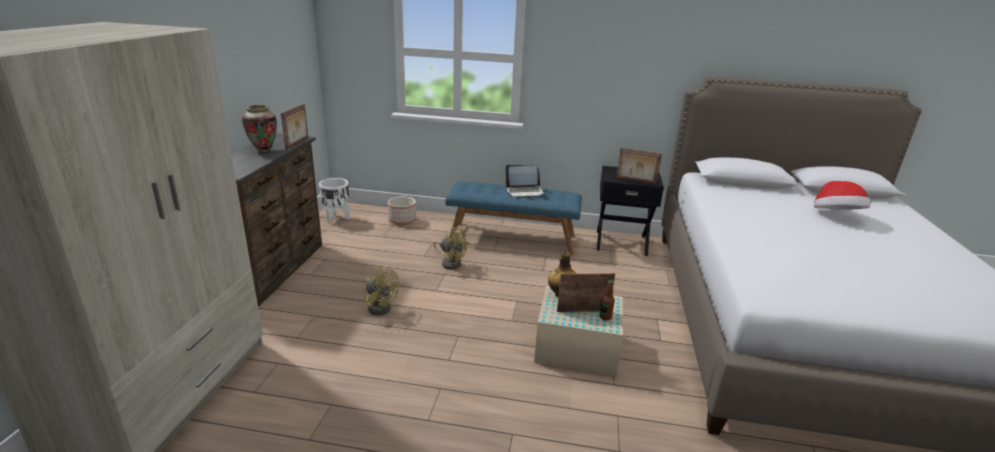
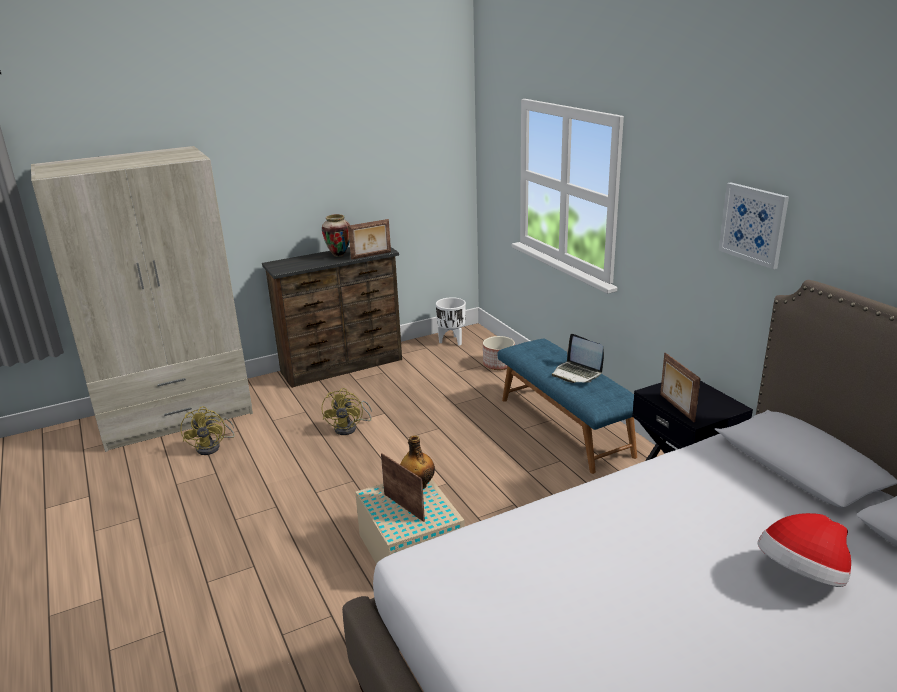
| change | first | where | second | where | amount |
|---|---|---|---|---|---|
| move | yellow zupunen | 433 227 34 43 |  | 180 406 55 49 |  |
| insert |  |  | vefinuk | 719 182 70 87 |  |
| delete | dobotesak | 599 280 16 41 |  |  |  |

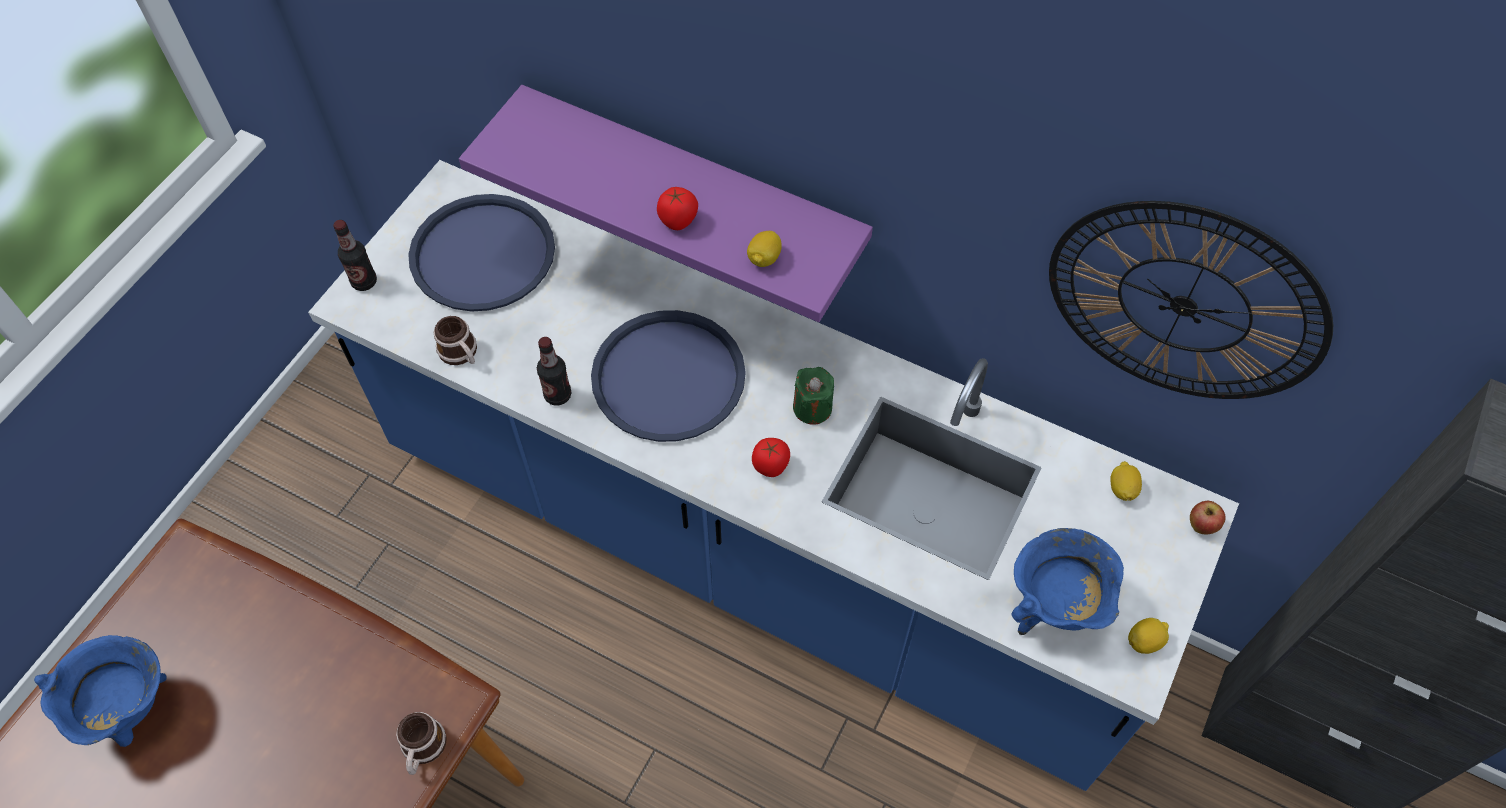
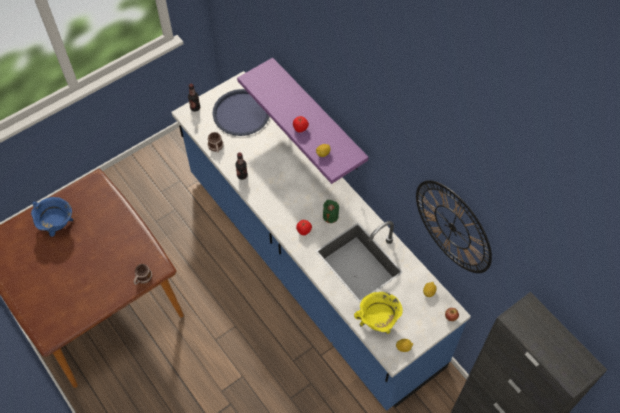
| change | first | where | second | where | amount |
|---|---|---|---|---|---|
| recolor | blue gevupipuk | 1011 528 113 107 | yellow gevupipuk | 354 292 49 42 |  |
| delete | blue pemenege | 591 310 155 132 |  |  |  |

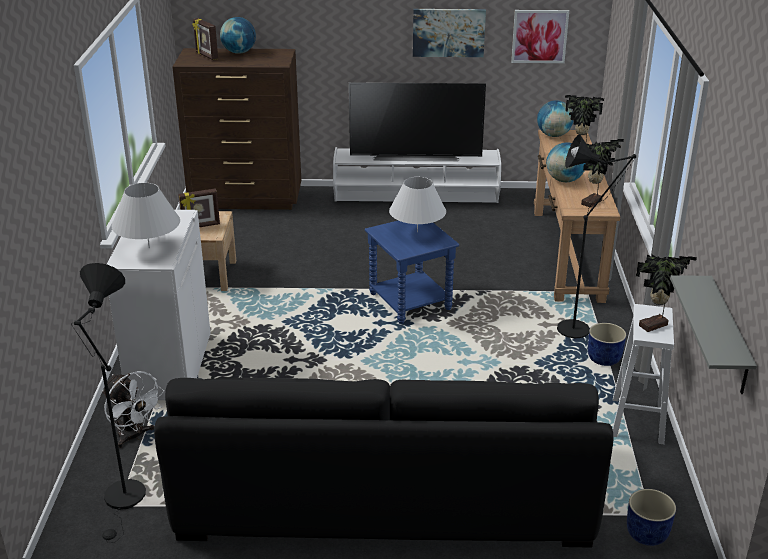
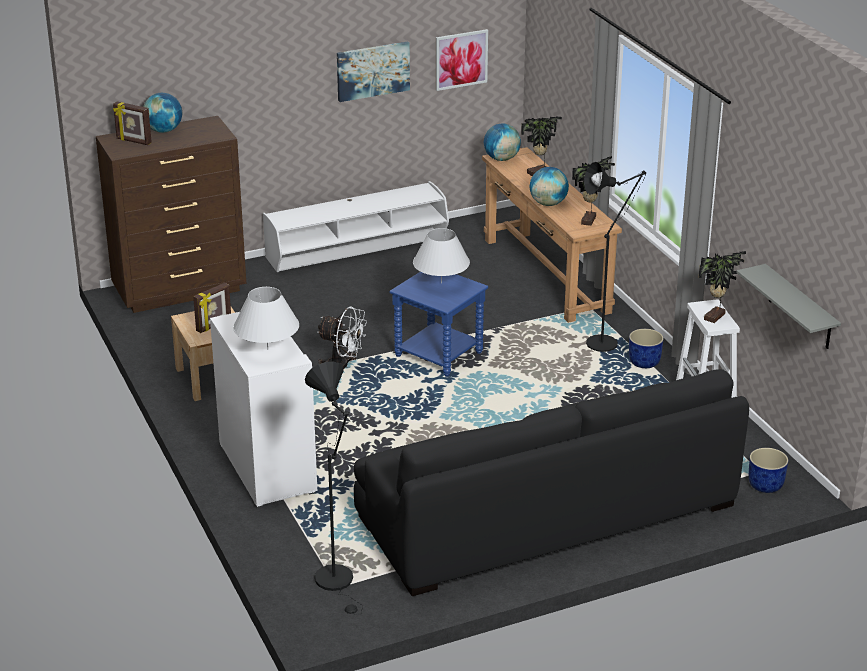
| change | first | where | second | where | amount |
|---|---|---|---|---|---|
| move | white zupunen | 102 371 62 77 |  | 317 307 50 62 |  |
| delete | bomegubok | 349 82 137 80 |  |  |  |

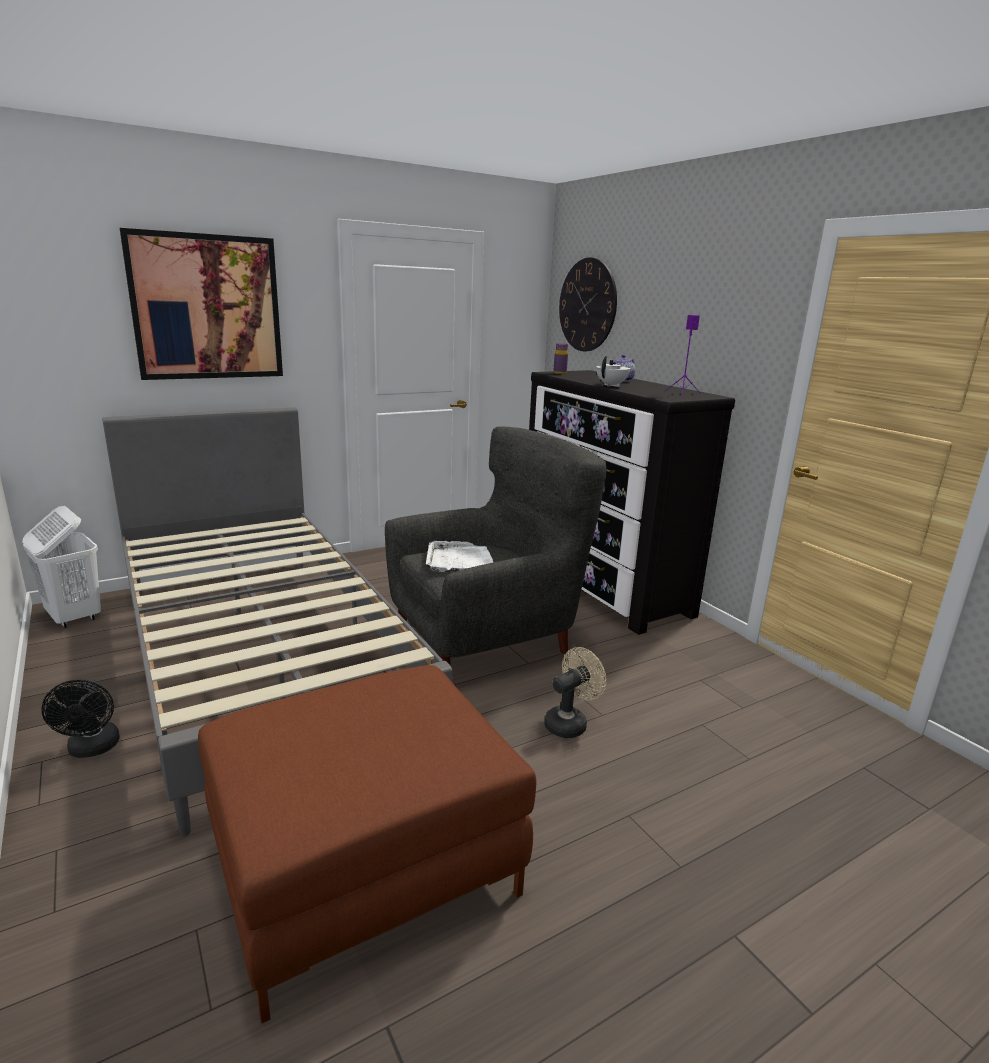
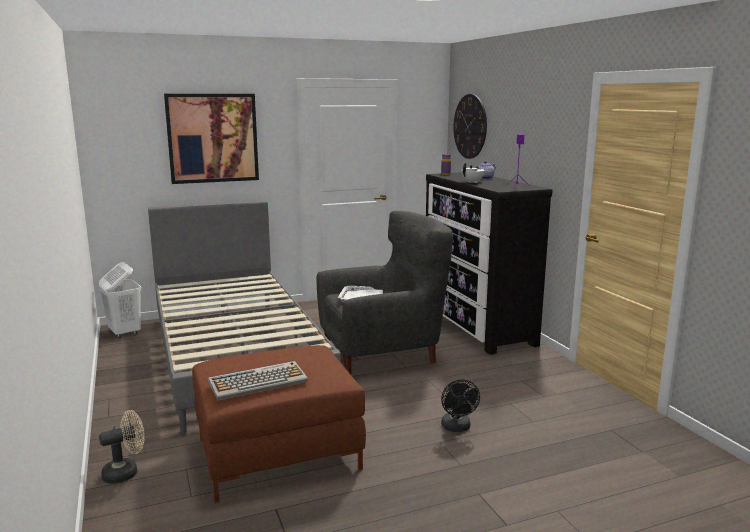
| change | first | where | second | where | amount |
|---|---|---|---|---|---|
| move | beige zupunen | 544 647 62 91 |  | 99 410 46 74 |  |
| insert |  |  | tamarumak | 208 361 100 40 |  |
| move | black zupunen | 41 678 79 80 |  | 441 379 39 53 |  |

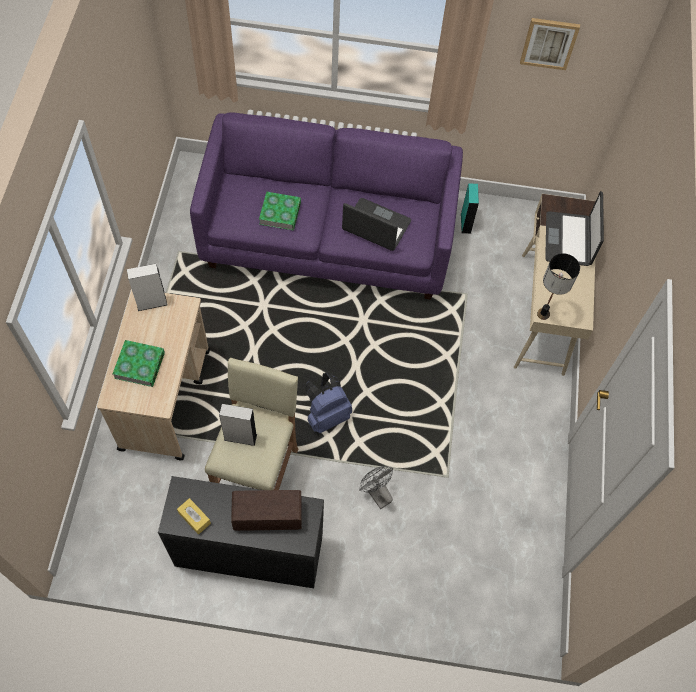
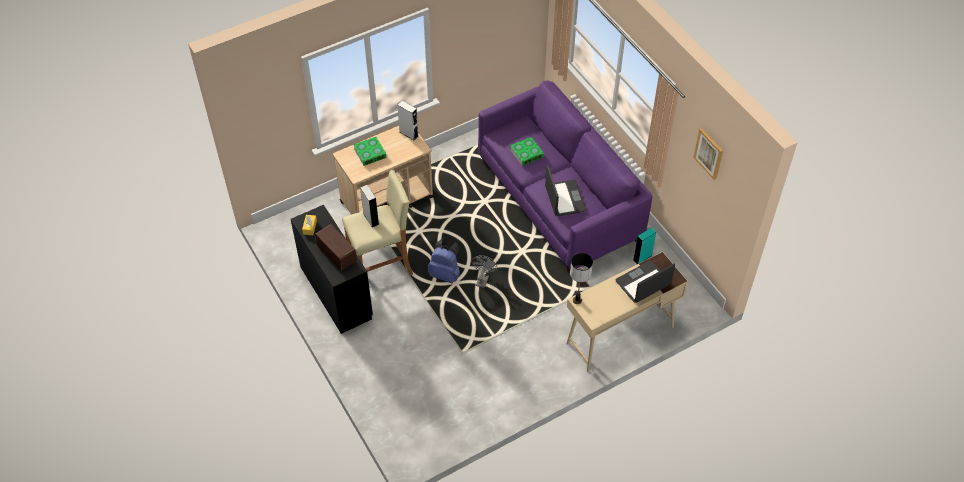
| change | first | where | second | where | amount |
|---|---|---|---|---|---|
| move | grey zupunen | 359 466 34 43 |  | 471 255 26 33 |  |

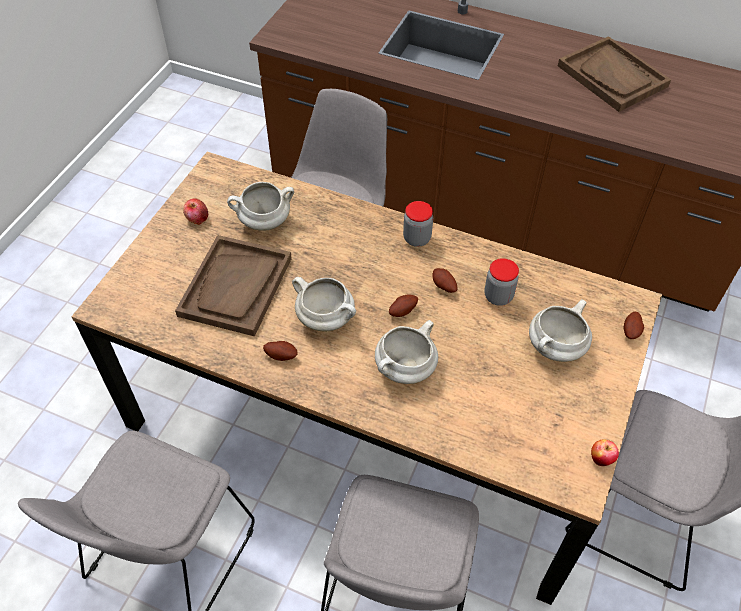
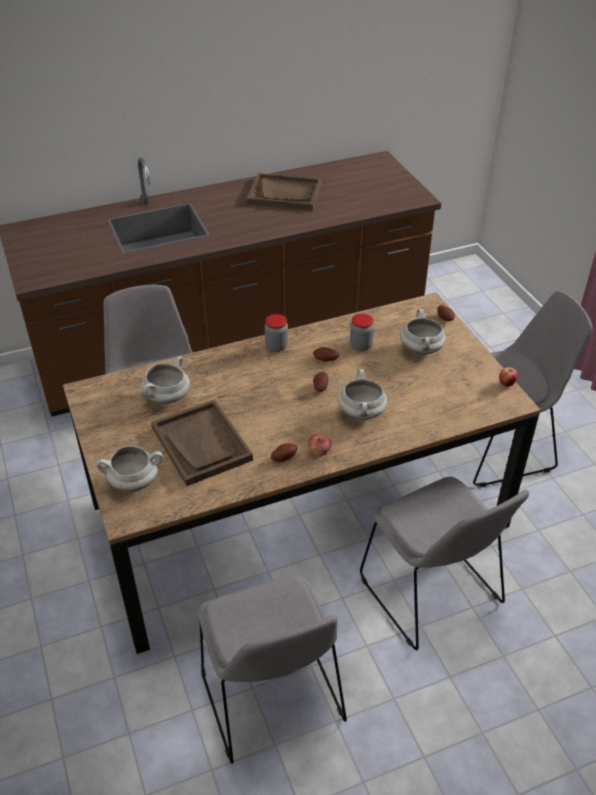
| change | first | where | second | where | amount |
|---|---|---|---|---|---|
| move | white gevupipuk | 292 277 64 54 |  | 96 446 67 46 |  |
| move | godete | 183 198 25 27 |  | 308 433 23 23 |  |

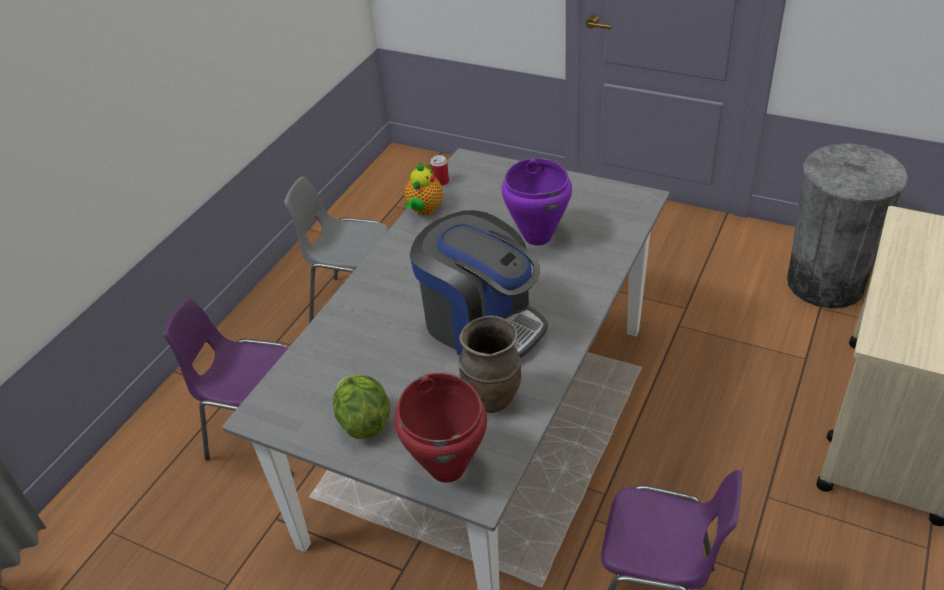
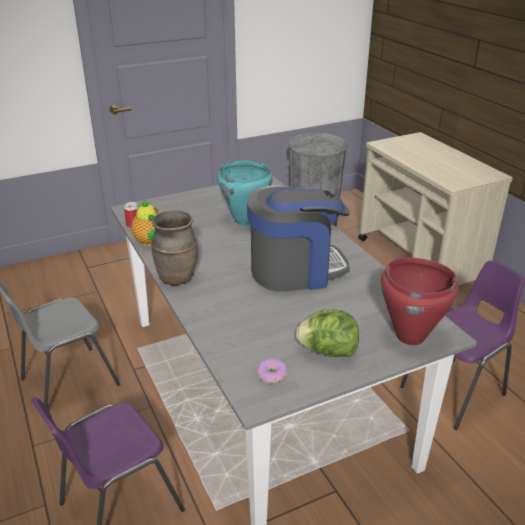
| change | first | where | second | where | amount |
|---|---|---|---|---|---|
| move | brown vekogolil | 458 315 63 98 |  | 150 210 48 76 |  |
| recolor | purple gevupipuk | 502 158 70 87 | turquoise gevupipuk | 217 160 56 66 |  |
| insert |  |  | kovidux | 257 358 31 25 |  |

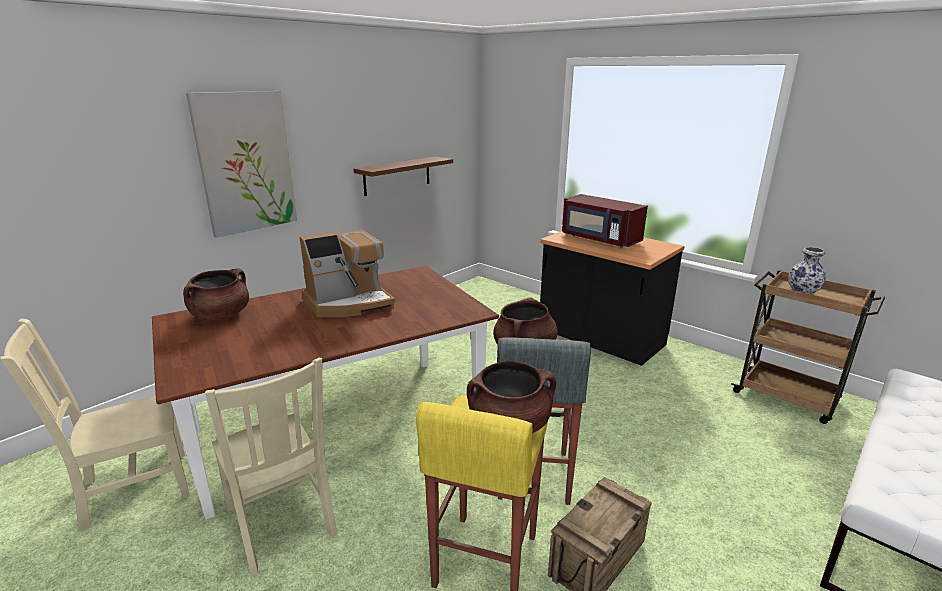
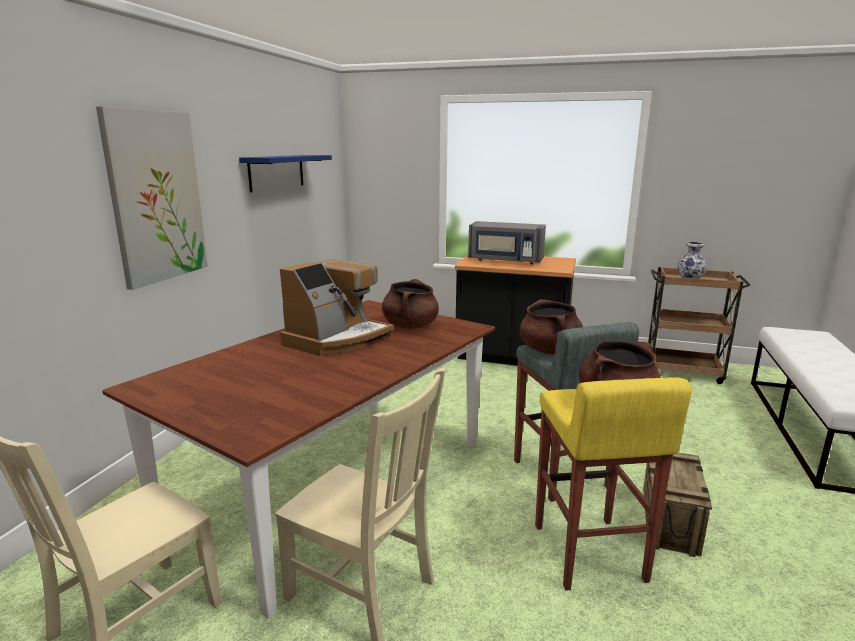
| change | first | where | second | where | amount |
|---|---|---|---|---|---|
| insert |  |  | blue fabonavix | 239 155 93 37 |  |
| move | brown gevupipuk | 183 269 66 52 |  | 382 279 57 50 |  |
| recolor | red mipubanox | 562 194 86 54 | grey mipubanox | 468 221 78 43 |  |
| delete | brown fabonavix | 353 156 100 40 |  |  |  |

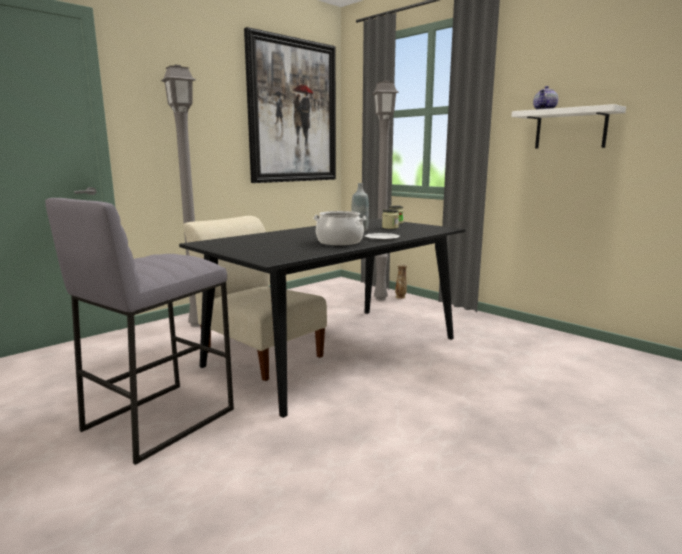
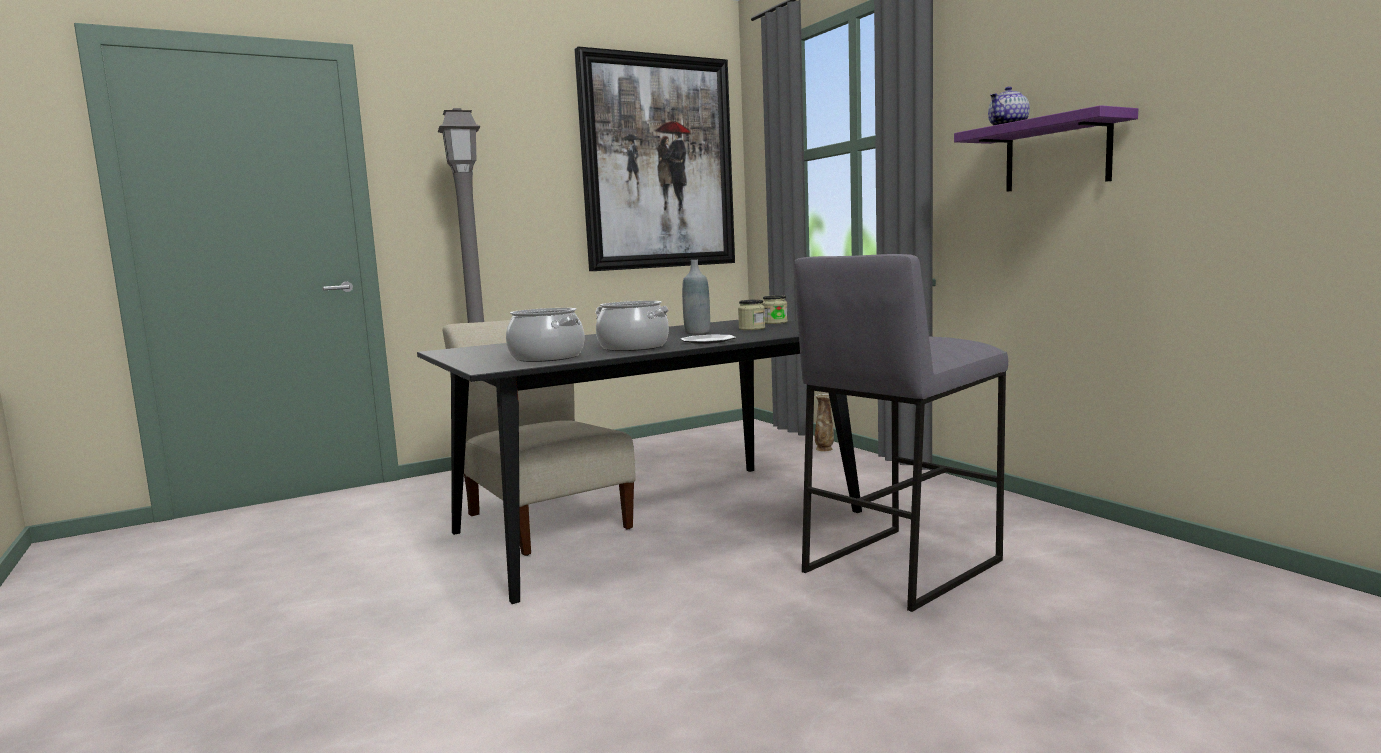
| change | first | where | second | where | amount |
|---|---|---|---|---|---|
| insert |  |  | gevupipuk | 506 308 79 54 |  |
| move | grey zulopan | 45 198 189 267 |  | 794 254 214 358 |  |
| recolor | white fabonavix | 511 104 115 44 | purple fabonavix | 954 105 184 87 |  |
| delete | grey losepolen | 371 81 27 219 |  |  |  |

